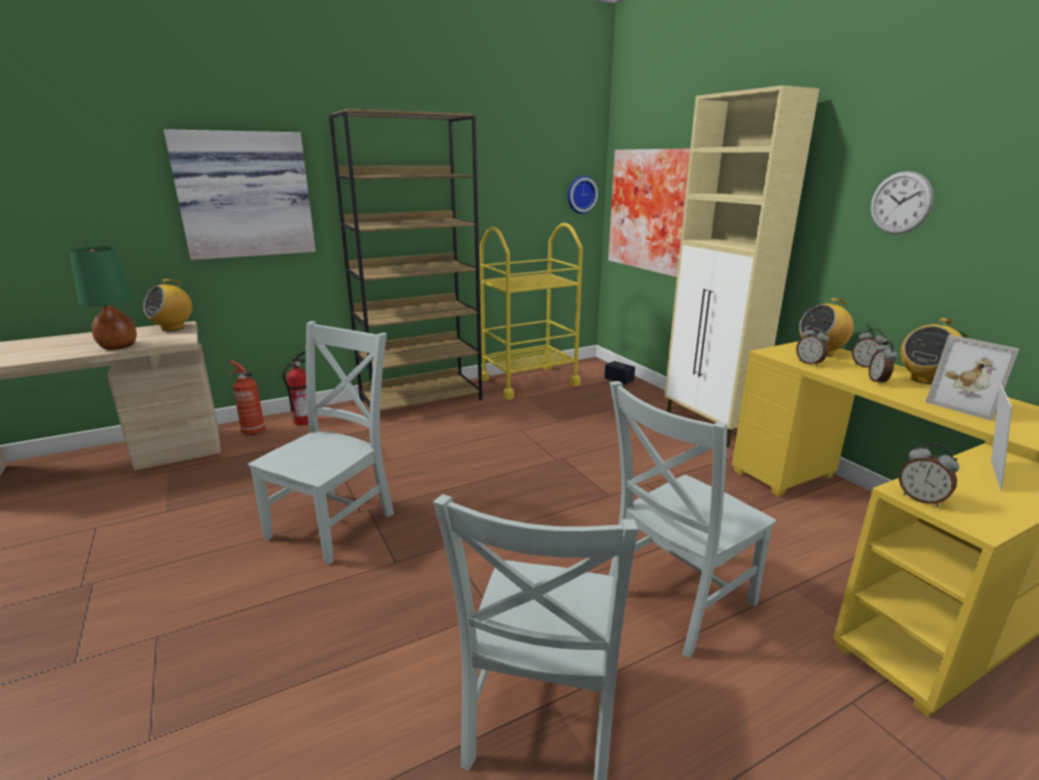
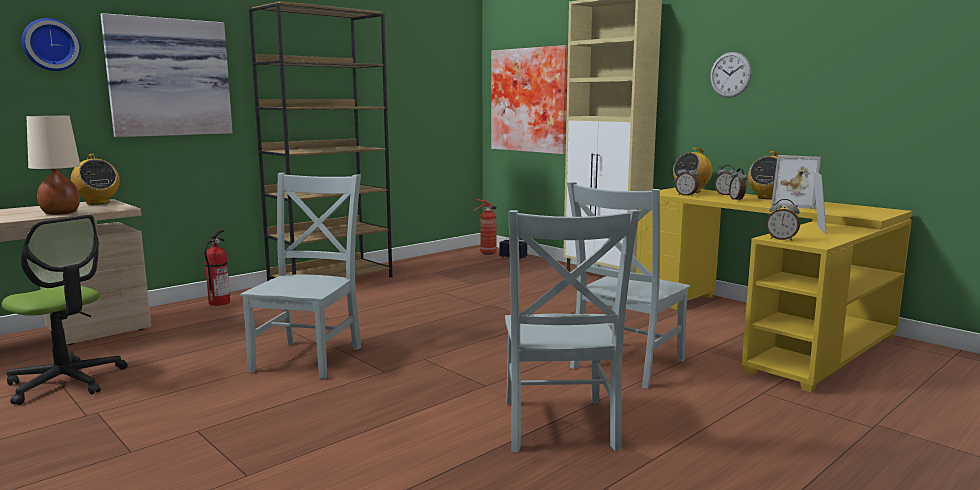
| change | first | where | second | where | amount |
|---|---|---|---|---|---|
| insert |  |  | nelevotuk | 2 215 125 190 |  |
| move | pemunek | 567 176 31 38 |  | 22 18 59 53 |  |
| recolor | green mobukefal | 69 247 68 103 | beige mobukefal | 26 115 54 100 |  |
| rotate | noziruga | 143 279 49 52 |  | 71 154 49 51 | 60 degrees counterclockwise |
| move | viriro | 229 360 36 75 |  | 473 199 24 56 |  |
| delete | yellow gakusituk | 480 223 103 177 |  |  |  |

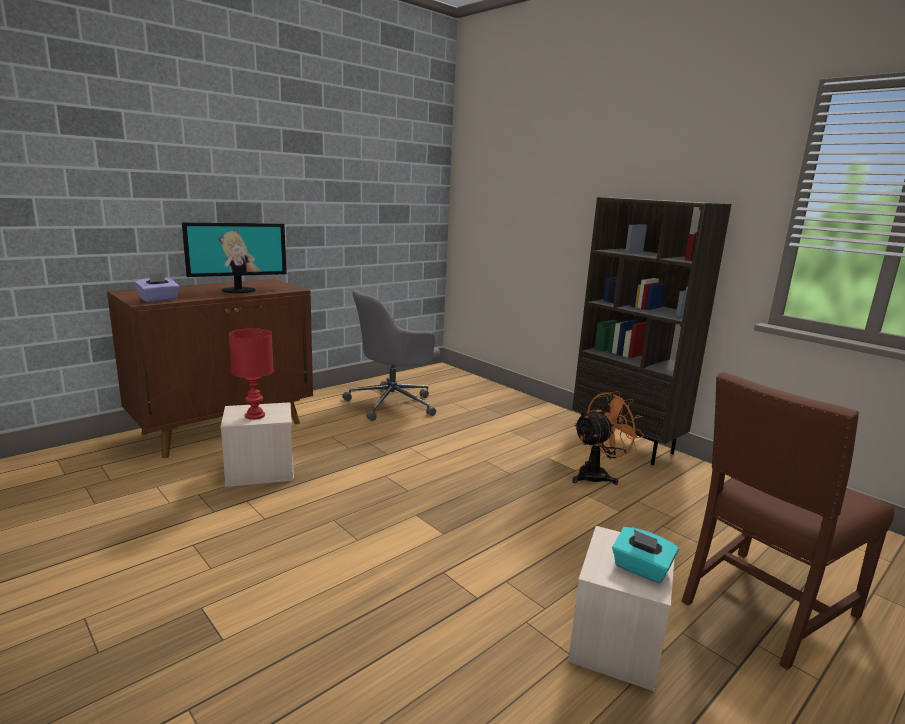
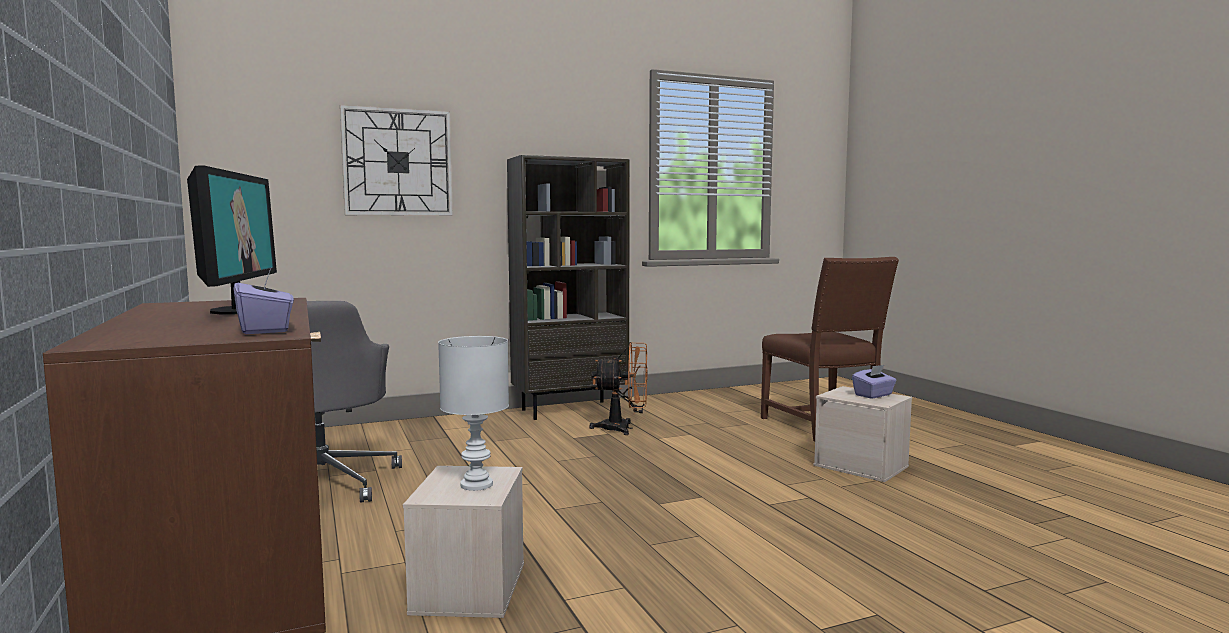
| change | first | where | second | where | amount |
|---|---|---|---|---|---|
| insert |  |  | pemunek | 340 105 113 111 |  |
| recolor | red mobukefal | 229 328 45 92 | white mobukefal | 438 336 71 155 |  |
| rotate | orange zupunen | 572 391 72 94 |  | 589 342 58 93 | 105 degrees clockwise |
| recolor | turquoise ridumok | 612 527 67 57 | purple ridumok | 852 365 45 34 |  |

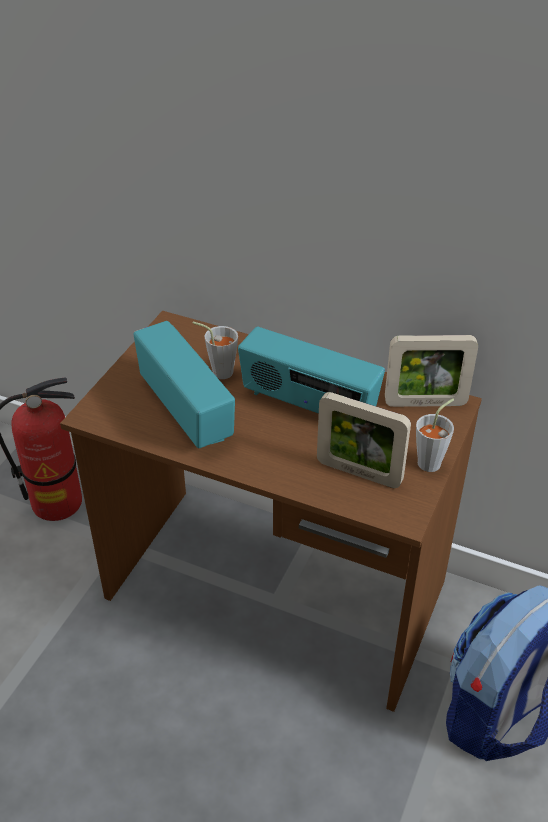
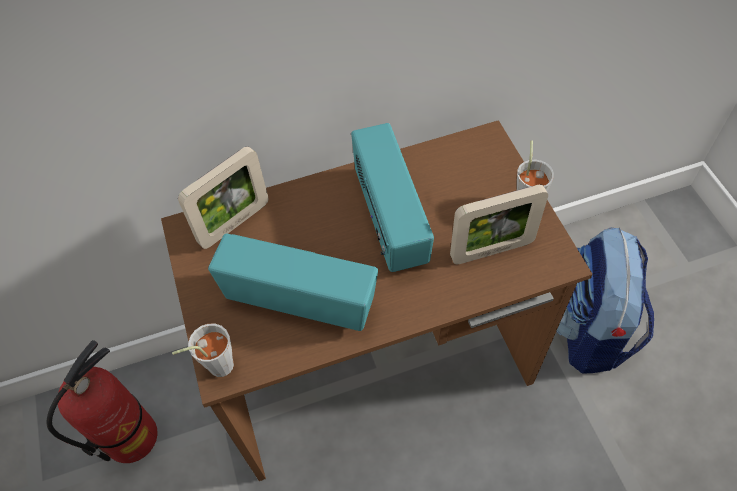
| change | first | where | second | where | amount |
|---|---|---|---|---|---|
| move | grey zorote | 193 321 45 58 |  | 172 324 62 53 |  |
| move | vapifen | 385 335 93 72 |  | 178 146 90 103 |  |
| rotate | noziruga | 238 327 147 87 |  | 351 123 83 149 | 90 degrees clockwise |

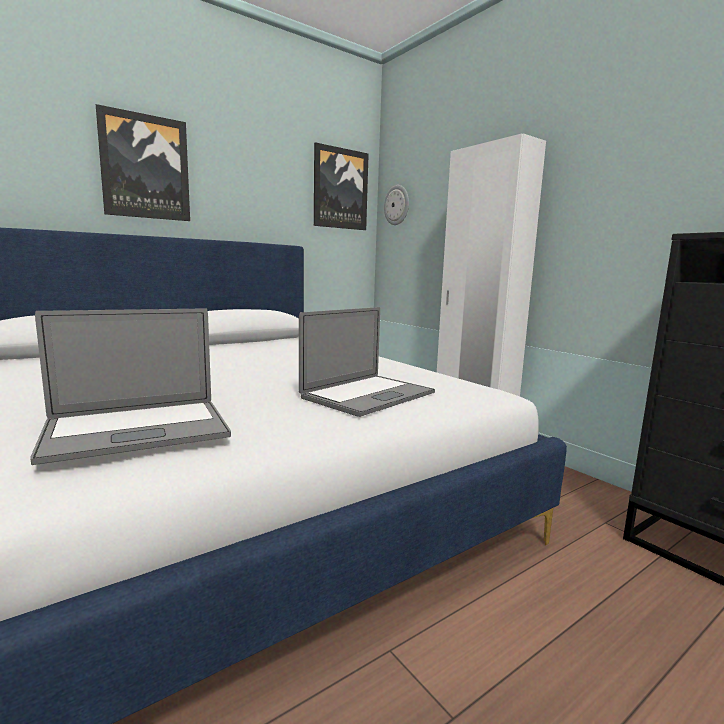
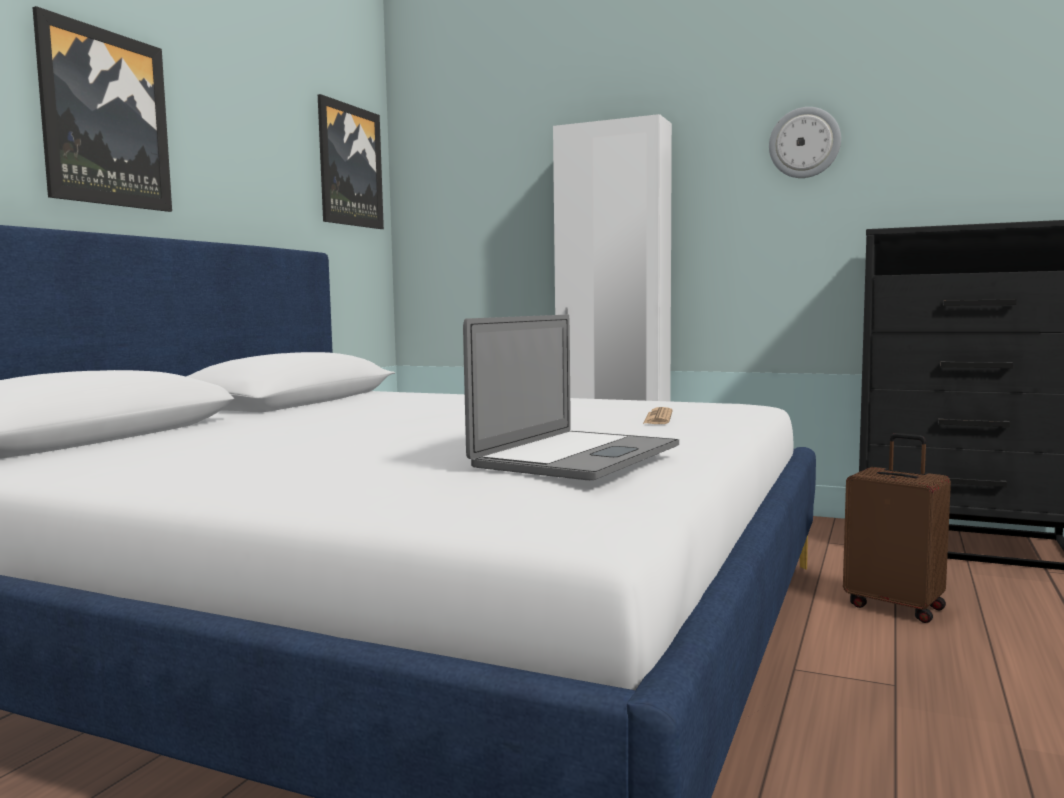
| change | first | where | second | where | amount |
|---|---|---|---|---|---|
| replace | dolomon | 299 307 136 110 | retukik | 643 407 29 17 |  |
| move | pemunek | 384 185 25 40 |  | 769 107 72 71 |  |
| insert |  |  | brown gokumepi | 843 433 108 190 |  |

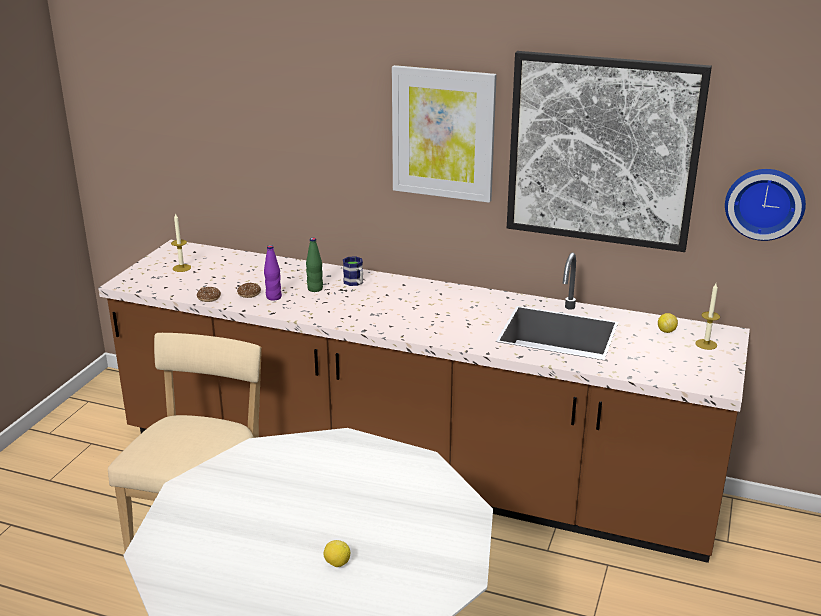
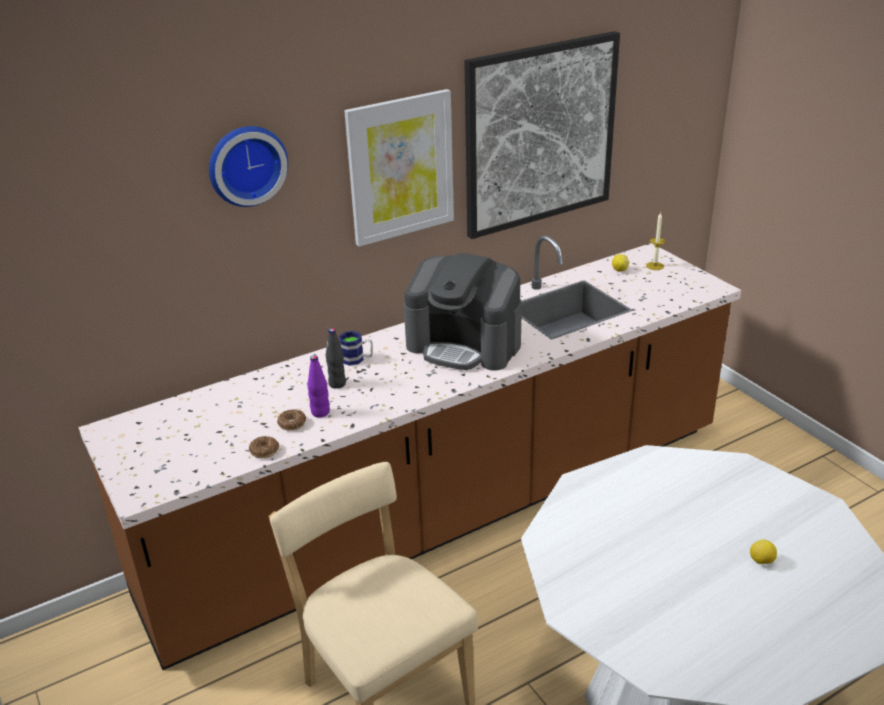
| change | first | where | second | where | amount |
|---|---|---|---|---|---|
| move | pemunek | 725 169 81 72 |  | 209 126 79 81 |  |
| recolor | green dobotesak | 306 238 17 54 | black dobotesak | 326 328 20 61 |  |
| insert |  |  | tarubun | 404 253 118 118 |  |
| delete | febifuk | 171 213 20 59 |  |  |  |

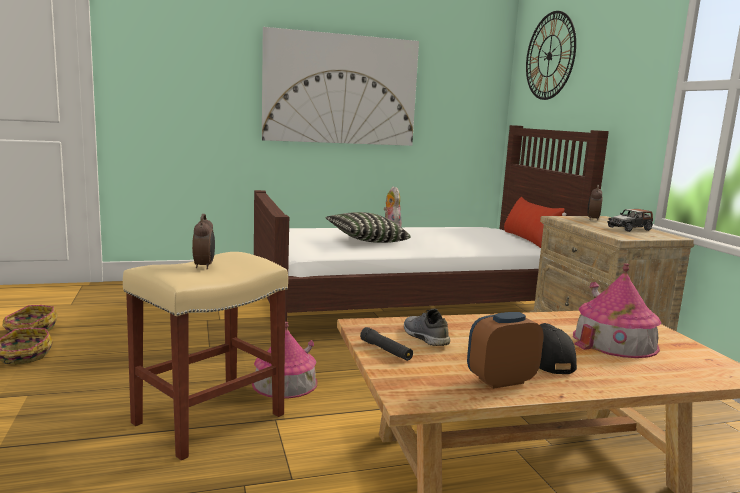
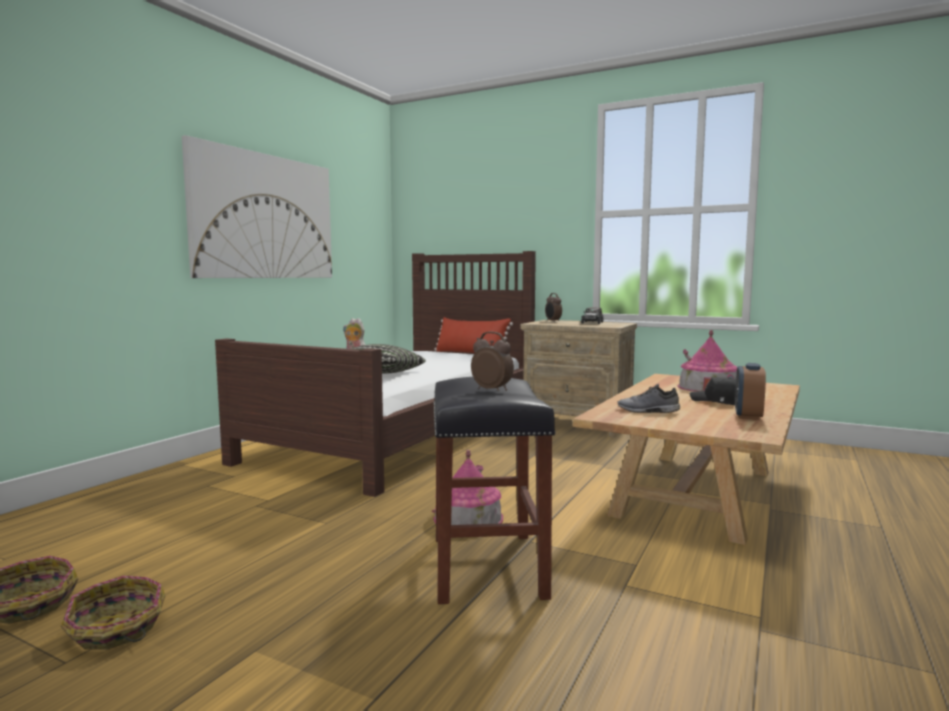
| change | first | where | second | where | amount |
|---|---|---|---|---|---|
| recolor | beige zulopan | 123 252 165 208 | black zulopan | 434 377 122 227 |  |
| delete | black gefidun | 360 327 53 34 |  |  |  |
| delete | pemunek | 526 11 50 89 |  |  |  |

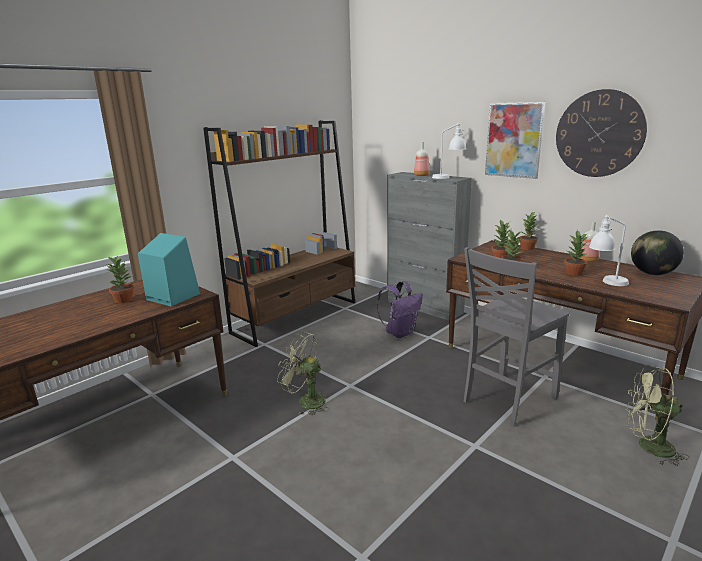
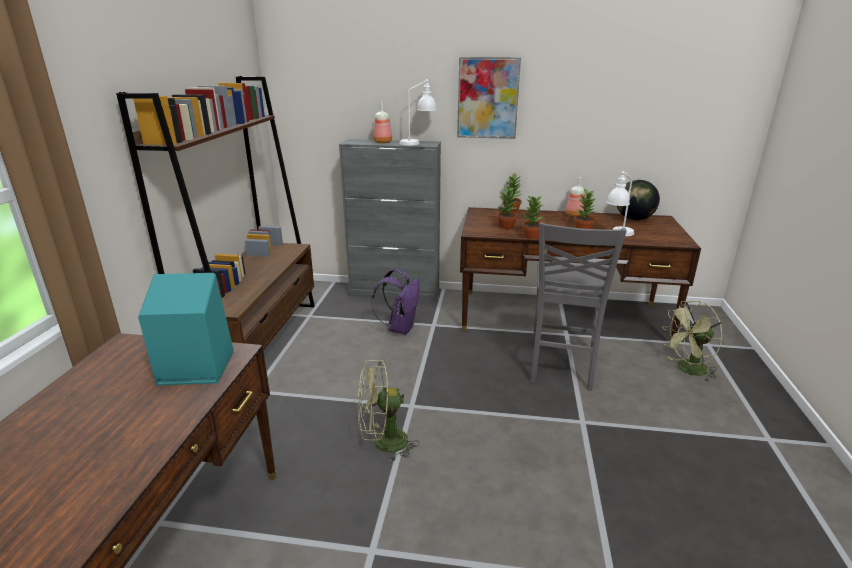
| change | first | where | second | where | amount |
|---|---|---|---|---|---|
| delete | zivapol | 107 256 27 47 |  |  |  |
| delete | pemunek | 556 89 91 88 |  |  |  |

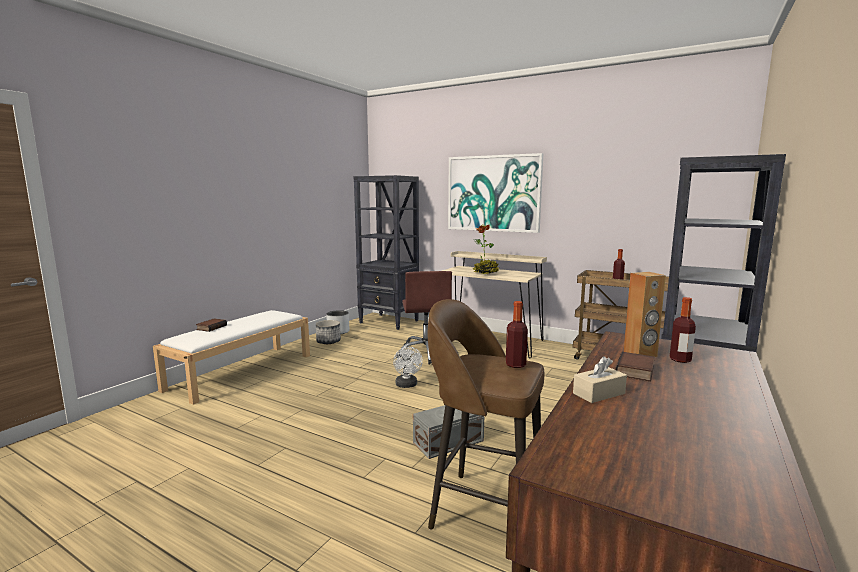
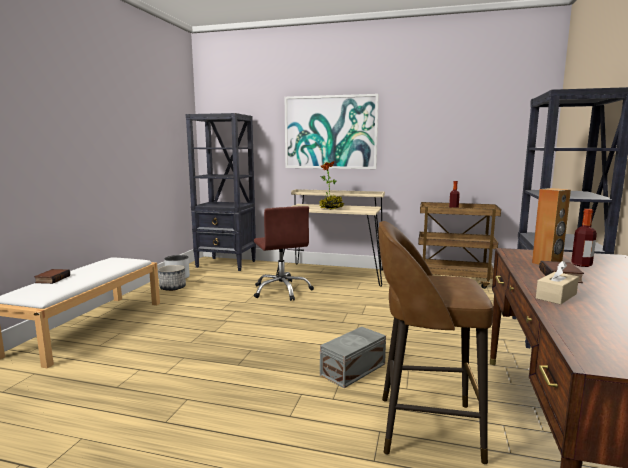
| change | first | where | second | where | amount |
|---|---|---|---|---|---|
| delete | white zupunen | 393 347 30 41 |  |  |  |
| delete | dobotesak | 506 301 22 67 |  |  |  |

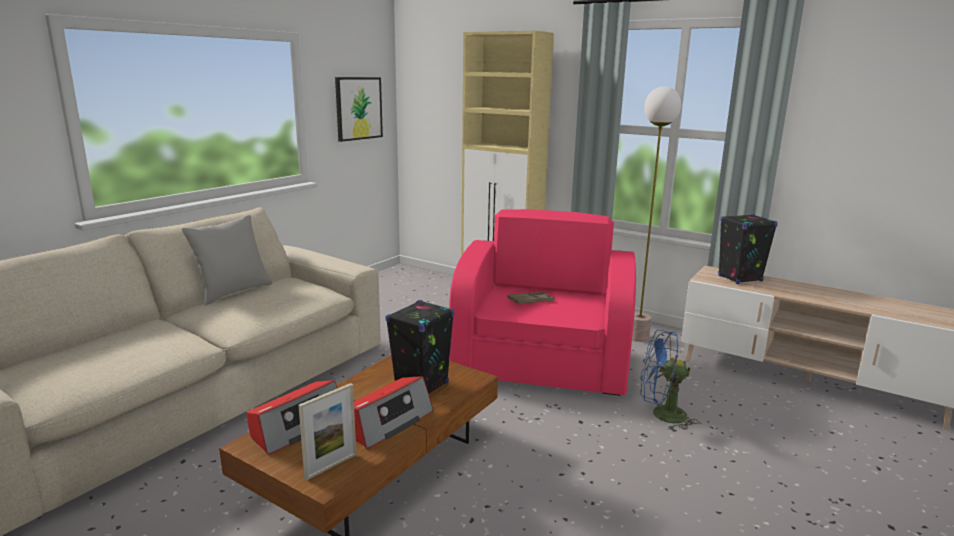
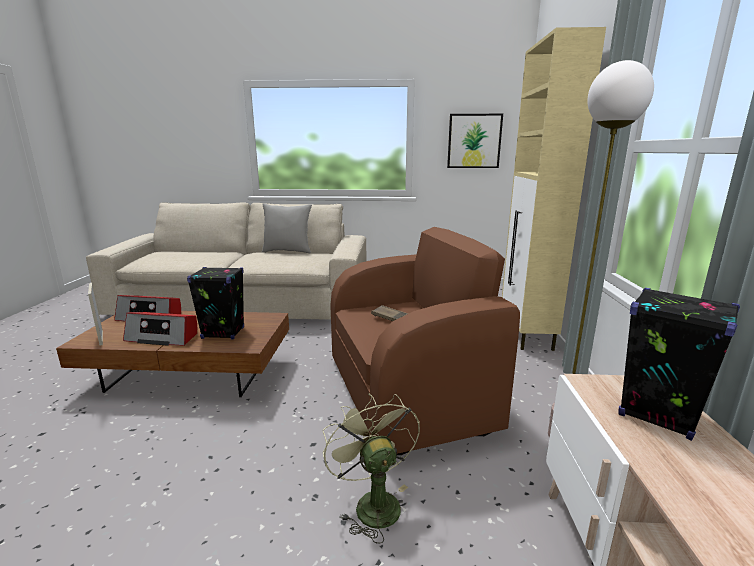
| change | first | where | second | where | amount |
|---|---|---|---|---|---|
| rotate | vapifen | 298 383 58 98 |  | 88 283 15 63 | 45 degrees clockwise |
| recolor | blue zupunen | 640 330 59 100 | green zupunen | 322 394 98 150 |  |
| recolor | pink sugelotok | 449 209 187 187 | brown sugelotok | 330 227 190 228 |  |

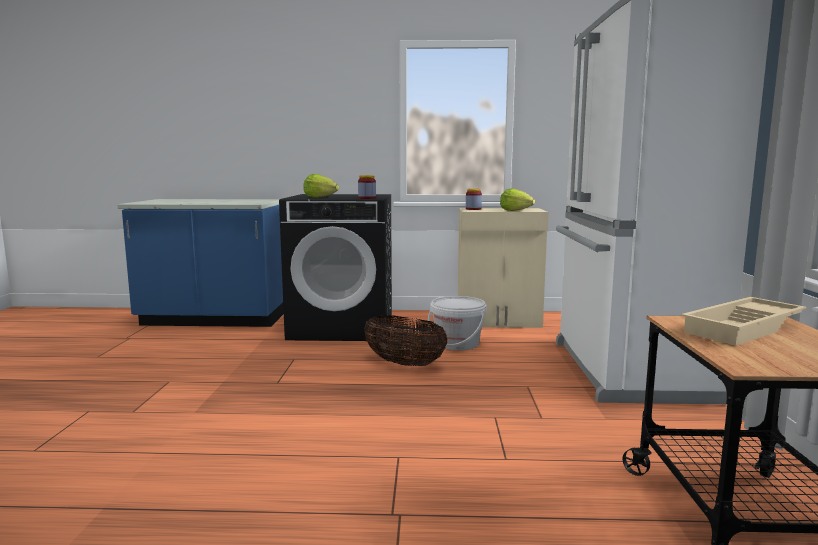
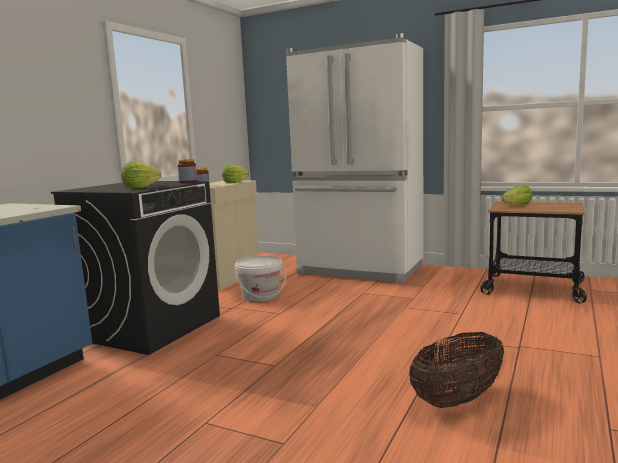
| change | first | where | second | where | amount |
|---|---|---|---|---|---|
| move | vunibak | 364 315 84 51 |  | 409 332 95 76 |  |
| replace | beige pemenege | 681 297 126 49 | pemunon | 501 185 32 21 |  |

